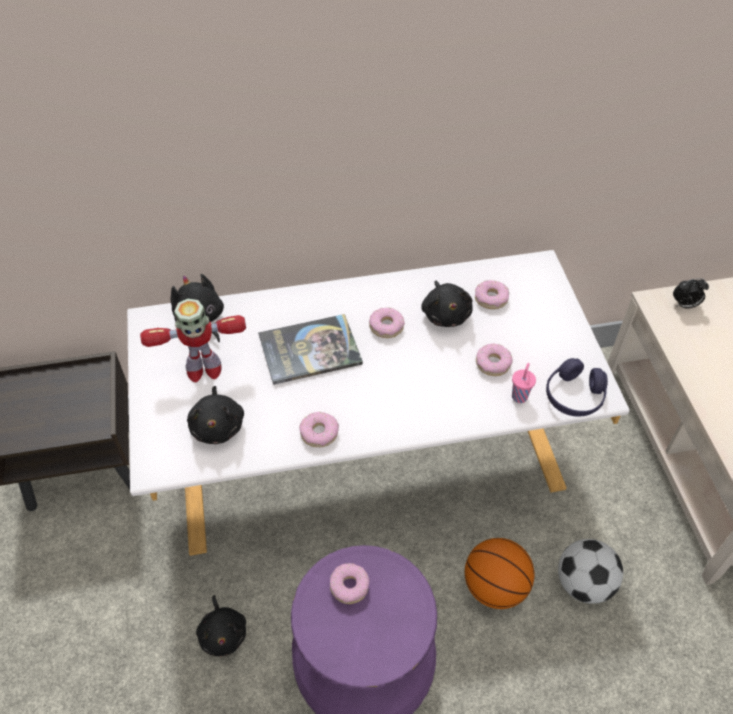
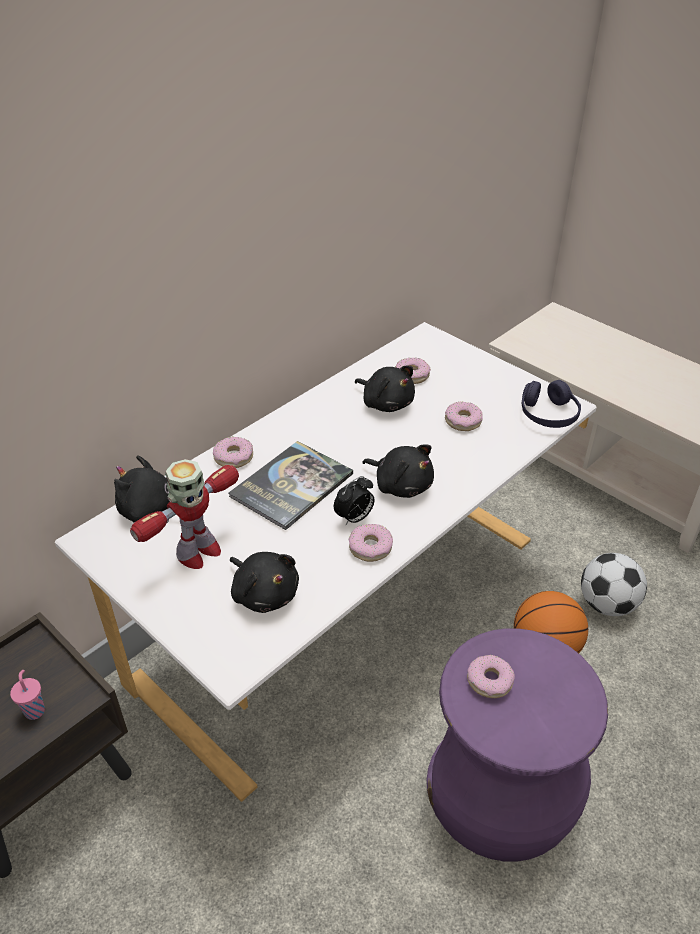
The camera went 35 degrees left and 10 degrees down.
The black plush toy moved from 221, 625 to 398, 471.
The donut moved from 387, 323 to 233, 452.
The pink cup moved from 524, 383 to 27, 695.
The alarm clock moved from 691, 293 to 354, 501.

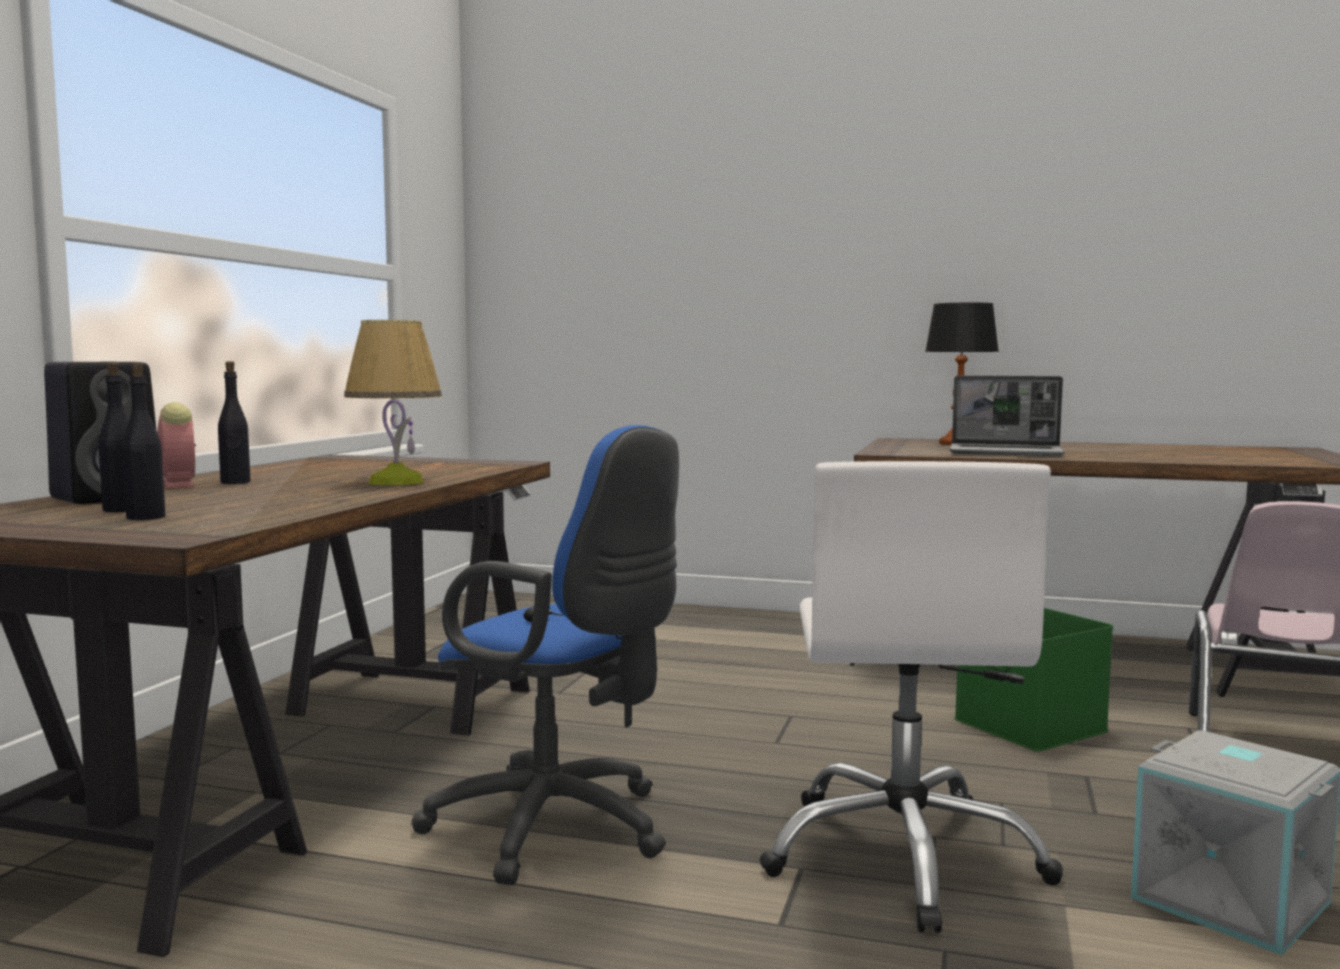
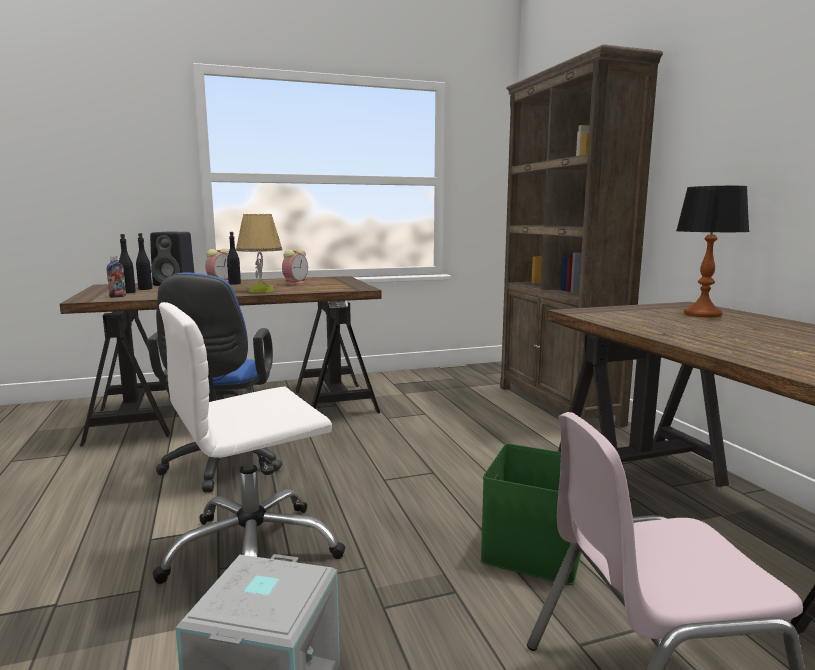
The camera went 55 degrees right and 5 degrees up.
The laptop at 1007, 416 disappeared.
The bottle at 116, 277 appeared.
The alarm clock at 295, 267 appeared.
The brown bookcase at 581, 236 appeared.

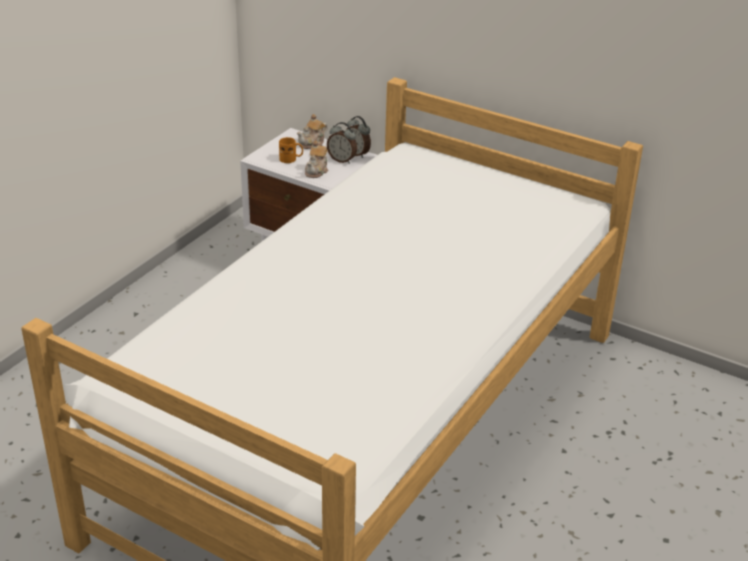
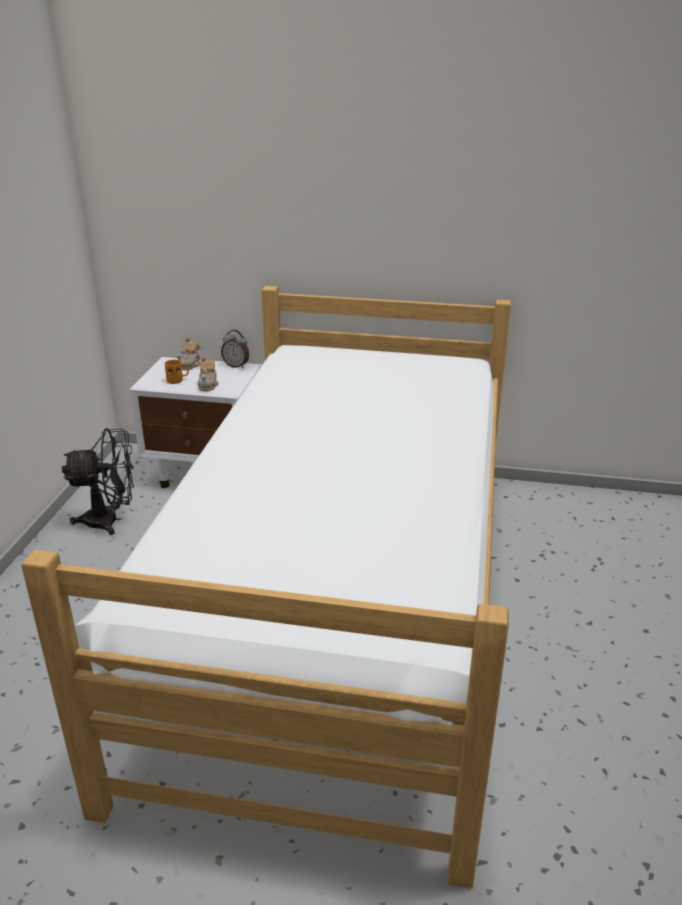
The camera went 20 degrees left and 5 degrees down.
The alarm clock at 342, 143 disappeared.
The black fan at 98, 481 appeared.

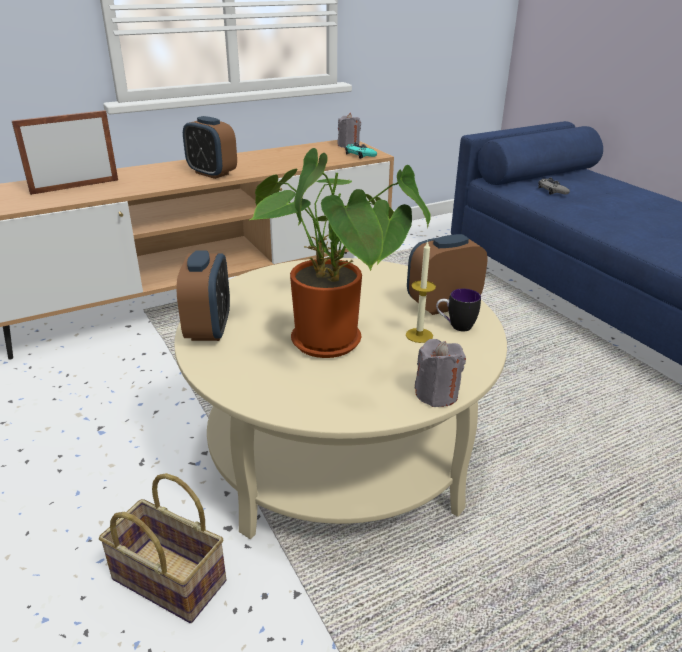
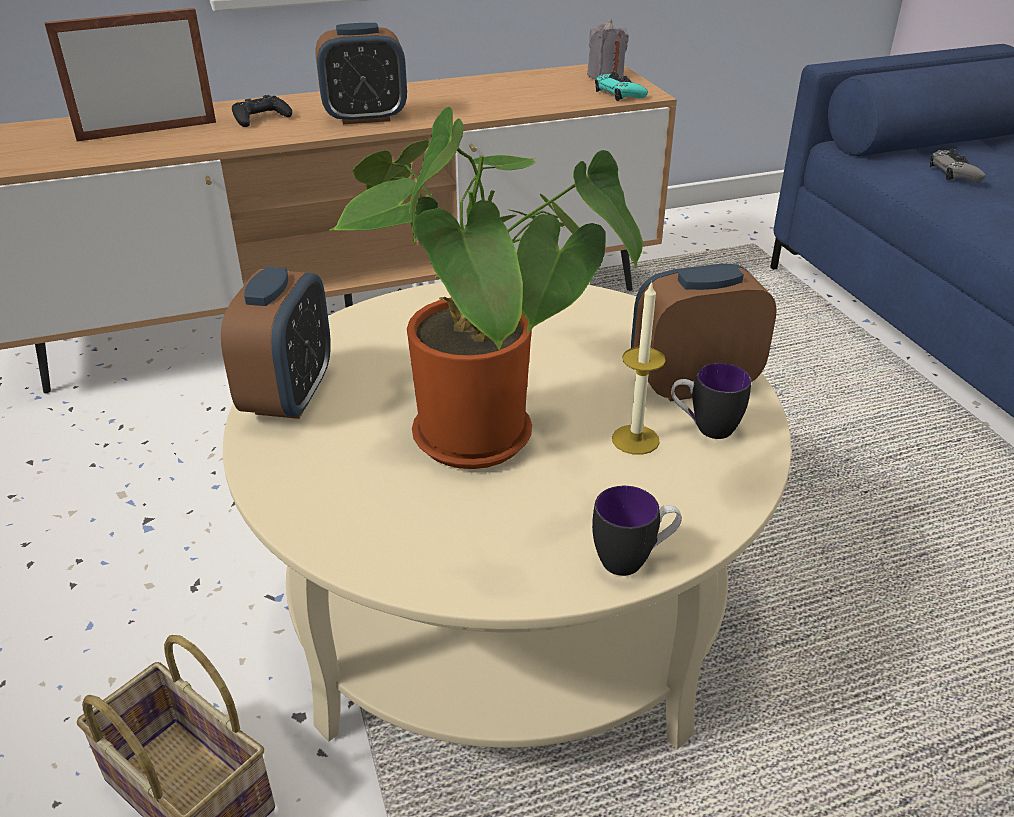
The camera went 10 degrees right and 5 degrees up.
The black game controller at 262, 111 appeared.
The grey candle at 440, 373 was replaced by the mug at 637, 531.
The alarm clock at 210, 147 turned 60 degrees counterclockwise.

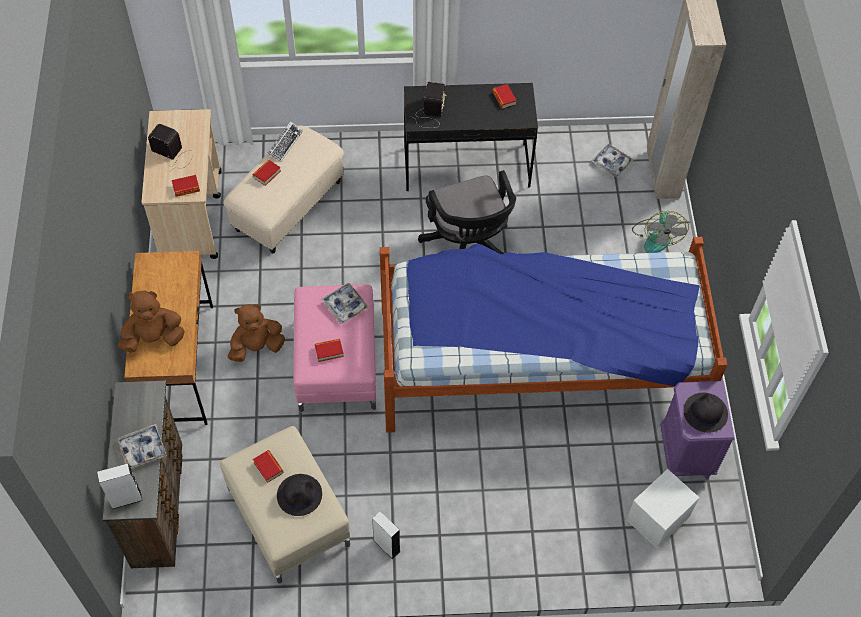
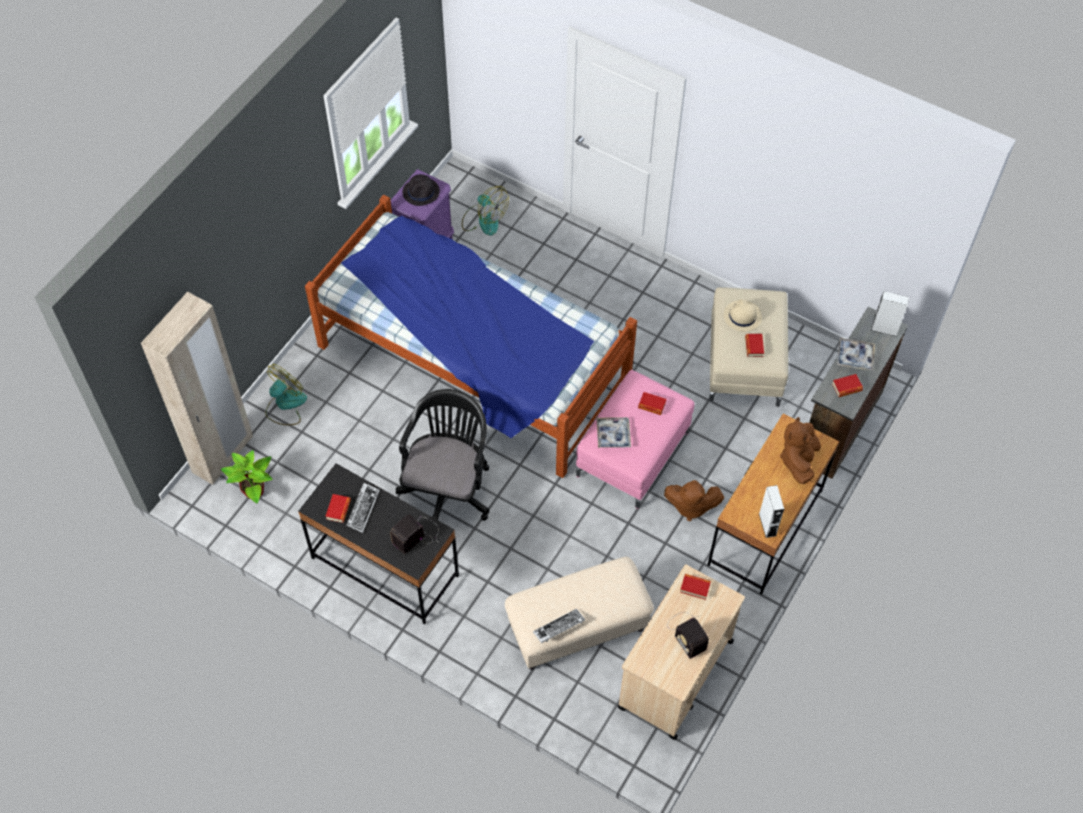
The camera went 145 degrees left and 0 degrees up.
The keyboard at 363, 508 appeared.
The book moved from 266, 173 to 847, 385.
The white speaker moved from 386, 535 to 771, 511.
The tray at 613, 160 was replaced by the potted plant at 247, 476.
The white storage box at 663, 508 was replaced by the fan at 485, 210.
The black hat at 299, 495 became the beige hat at 743, 315.
The brown plush toy at 151, 321 turned 90 degrees clockwise.

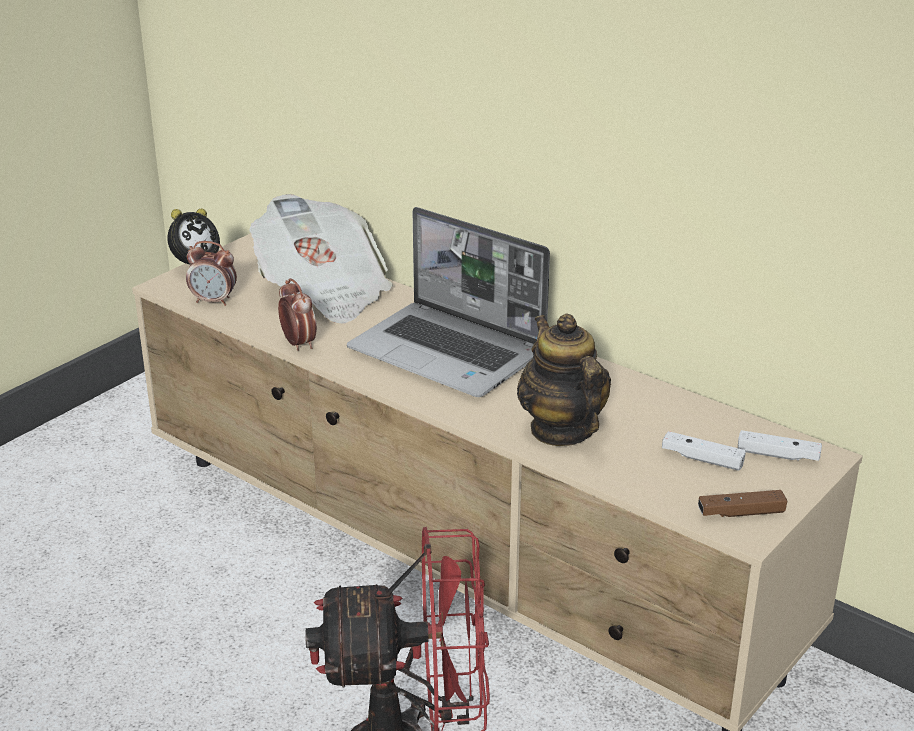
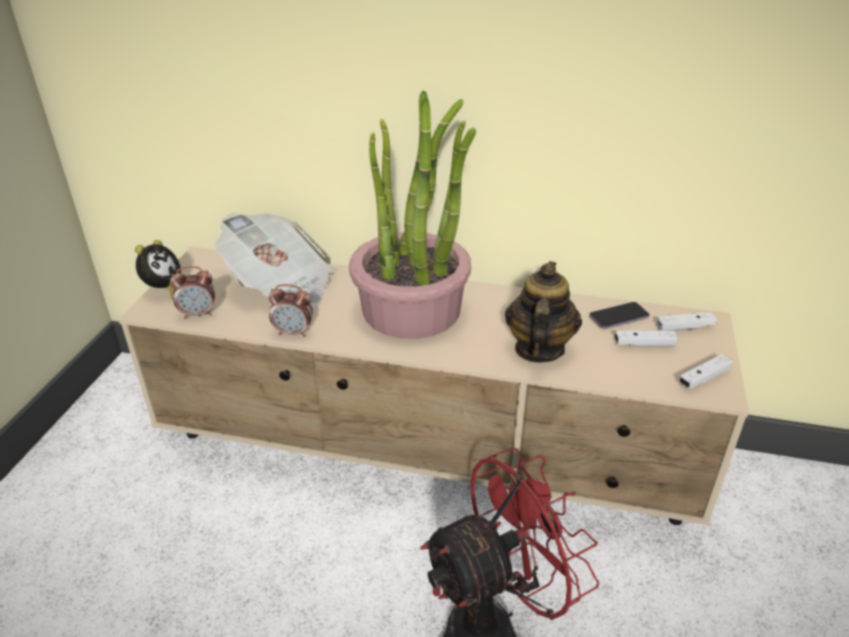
The camera went 25 degrees left and 5 degrees up.
The phone at 620, 315 appeared.
The laptop at 448, 302 was replaced by the potted plant at 412, 215.
The brown game controller at 742, 503 became the white game controller at 706, 371.
The alarm clock at 297, 314 turned 150 degrees clockwise.
The teapot at 564, 379 turned 60 degrees clockwise.

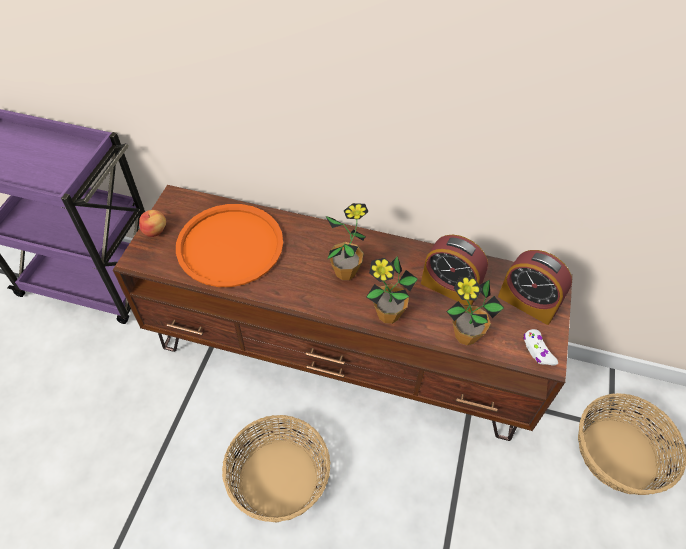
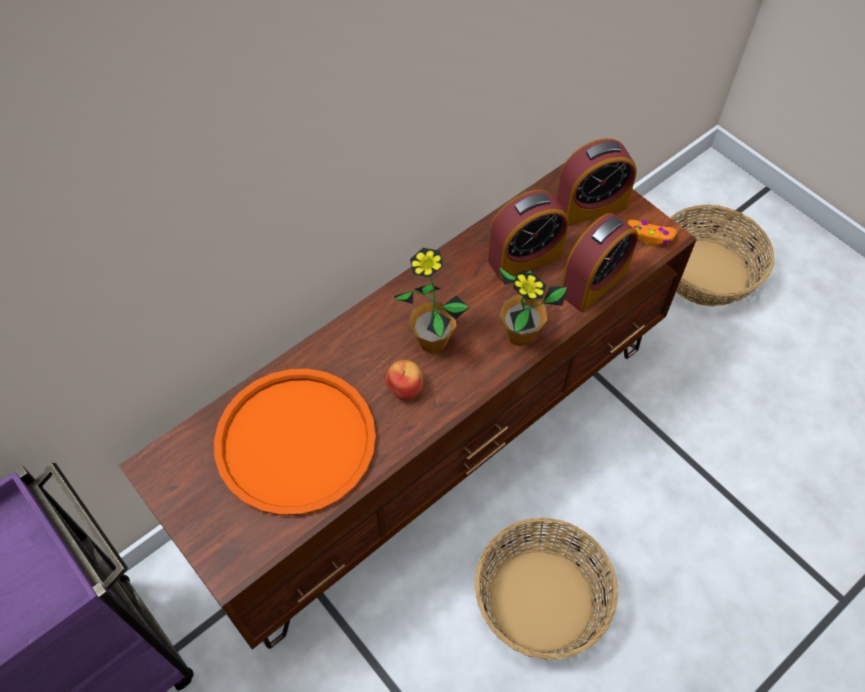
The camera went 55 degrees left and 5 degrees up.
The apple moved from 152, 223 to 404, 380.
The potted plant at 475, 311 was replaced by the alarm clock at 599, 262.
The white game controller at 540, 347 became the orange game controller at 652, 232.

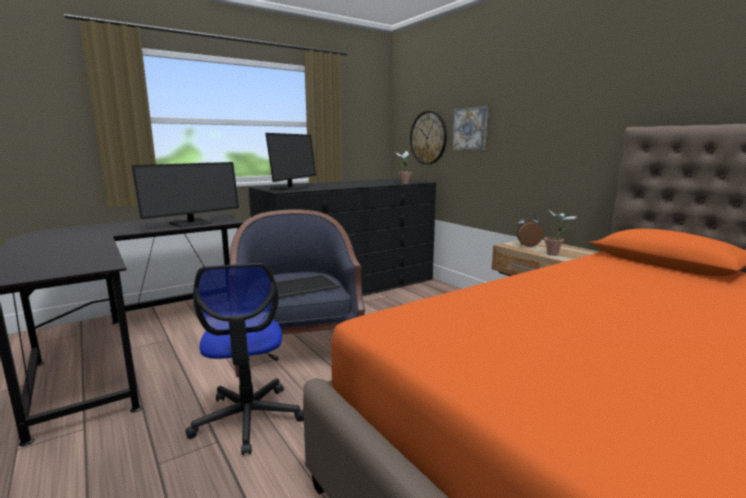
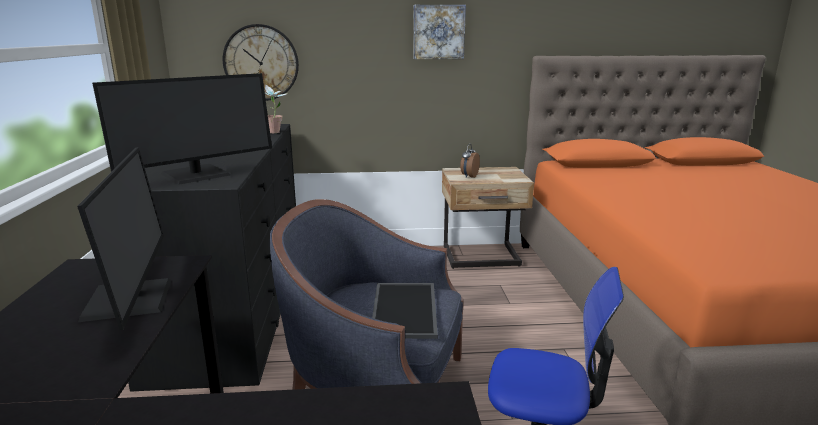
The camera went 60 degrees left and 5 degrees up.
The potted plant at 560, 232 disappeared.
The picture moved from 470, 128 to 439, 32.
The monitor at 290, 161 turned 90 degrees clockwise.

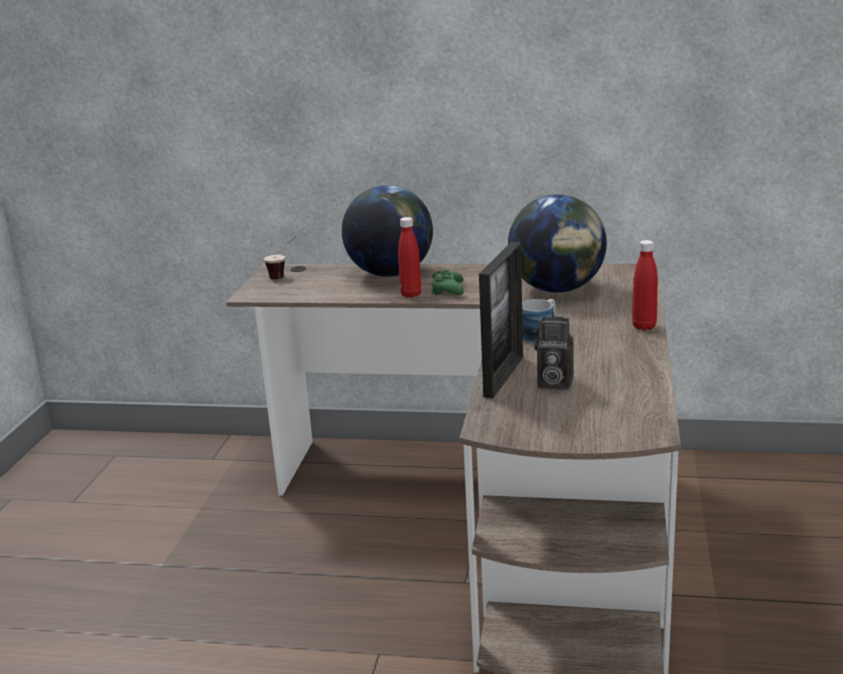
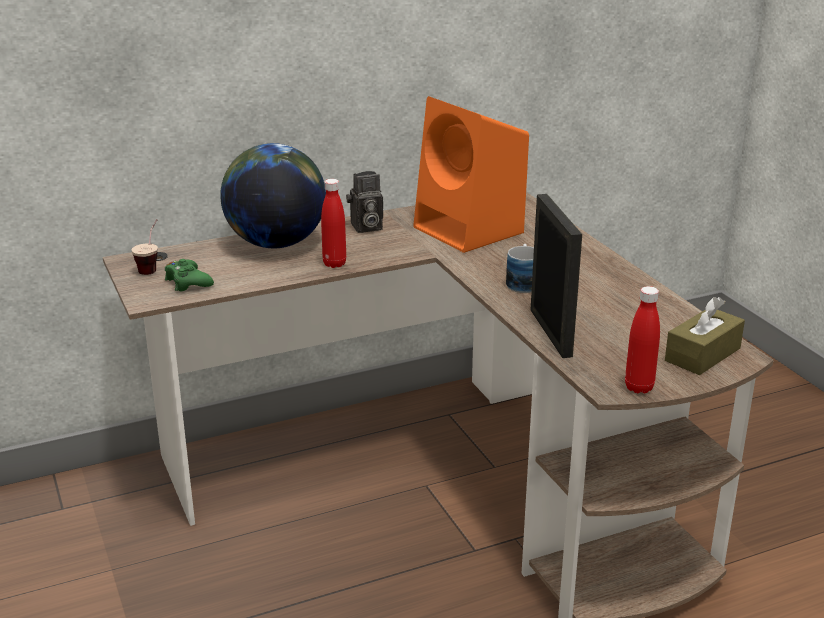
The camera went 35 degrees left and 5 degrees up.
The brown tissue box at 705, 336 appeared.
The green game controller moved from 448, 282 to 189, 275.
The photo camera moved from 554, 353 to 364, 202.
The red bottle moved from 645, 285 to 642, 339.
The globe at 557, 244 was replaced by the orange speaker at 471, 174.

